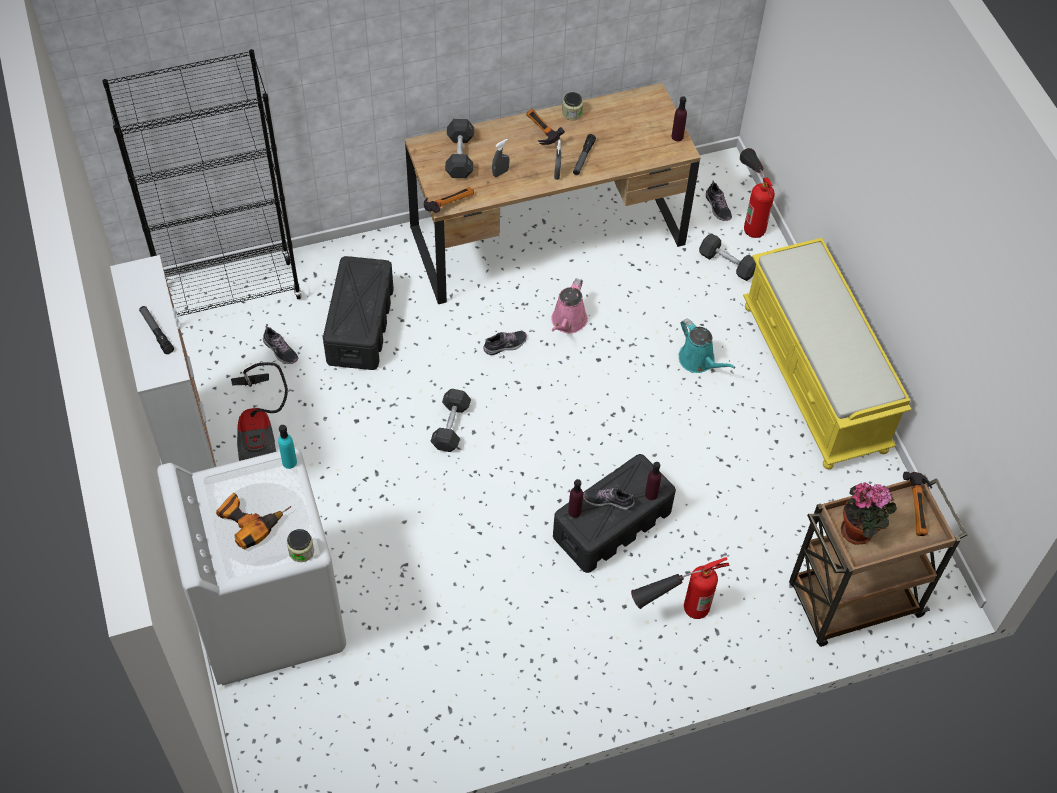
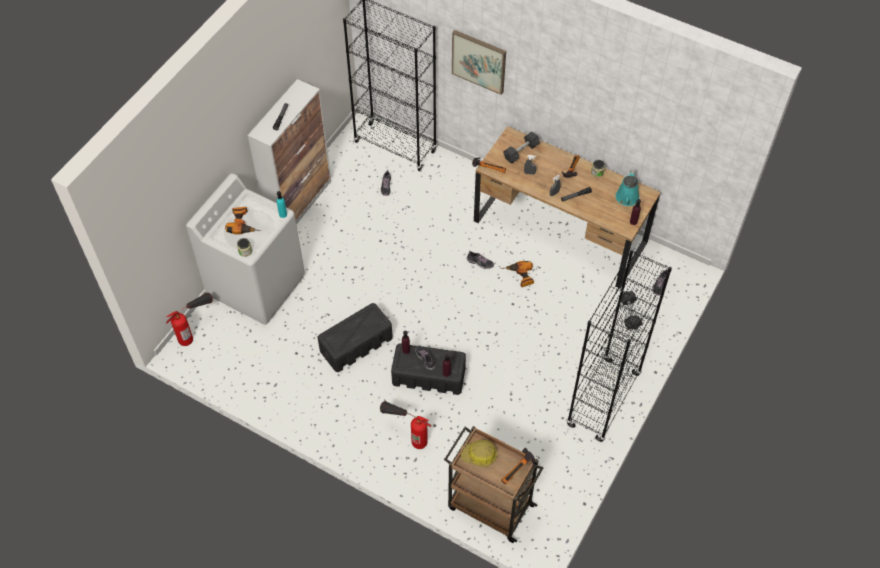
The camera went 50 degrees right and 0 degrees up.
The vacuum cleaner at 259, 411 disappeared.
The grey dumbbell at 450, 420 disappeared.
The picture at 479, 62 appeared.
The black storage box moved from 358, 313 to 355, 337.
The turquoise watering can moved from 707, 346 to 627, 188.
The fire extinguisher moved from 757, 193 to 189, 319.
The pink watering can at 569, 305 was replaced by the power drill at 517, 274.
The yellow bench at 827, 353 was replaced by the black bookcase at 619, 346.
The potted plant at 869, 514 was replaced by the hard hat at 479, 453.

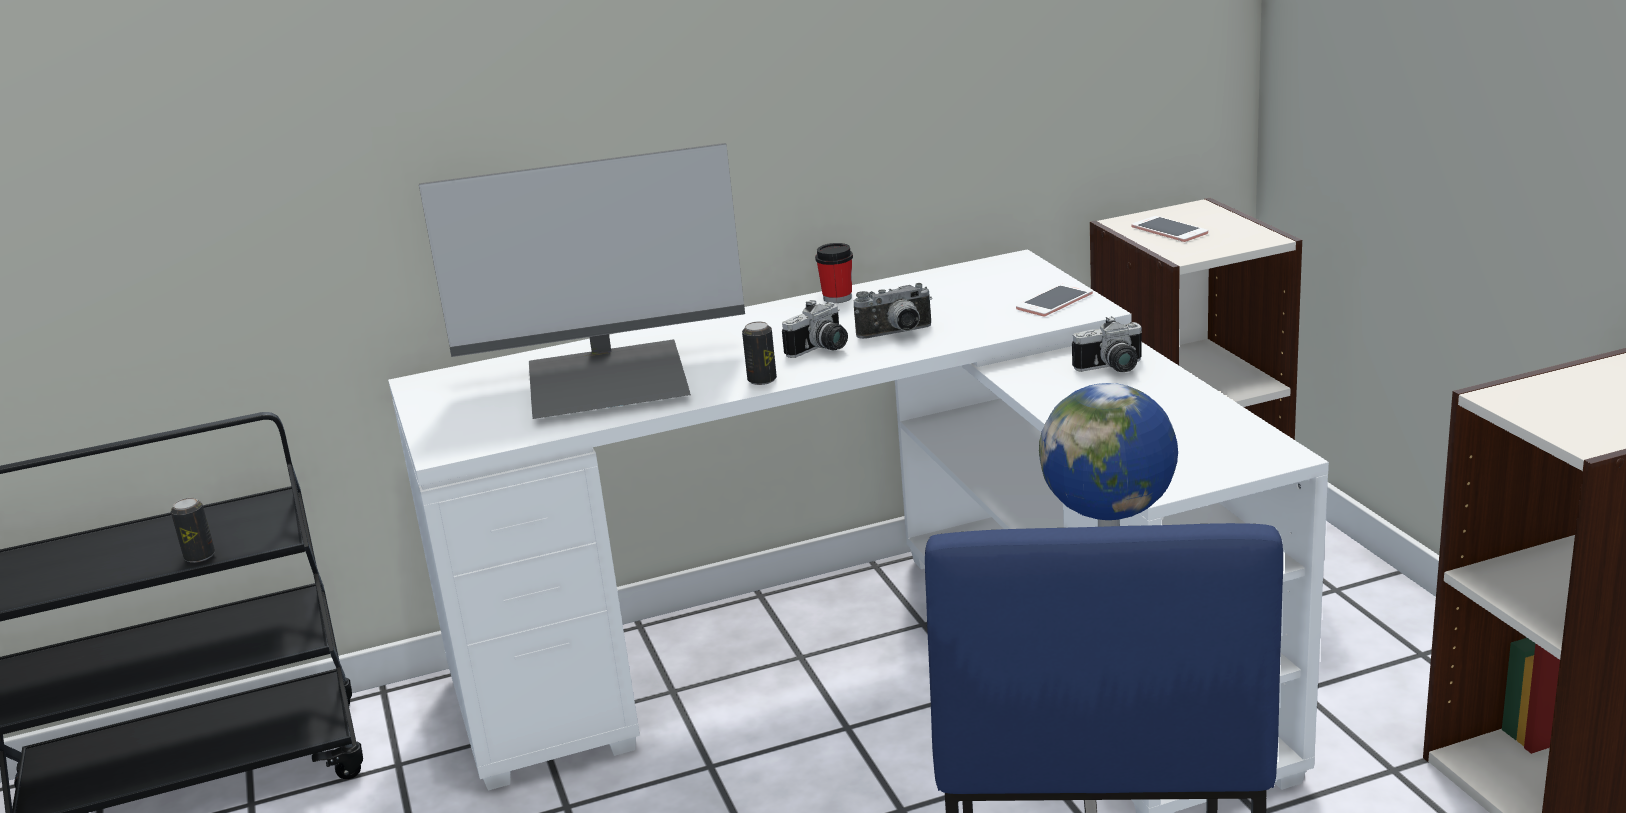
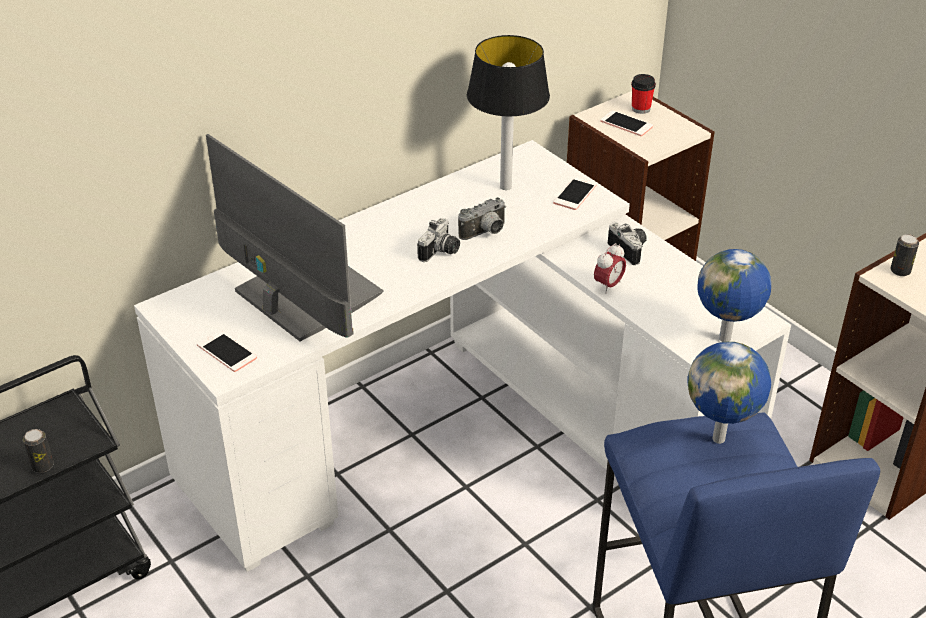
The camera went 20 degrees left and 15 degrees up.
The phone at 227, 351 appeared.
The table lamp at 508, 112 appeared.
The alarm clock at 610, 268 appeared.
The globe at 734, 295 appeared.
The can moved from 759, 353 to 904, 255.
The cup moved from 834, 273 to 643, 94.
The monitor at 582, 281 turned 105 degrees counterclockwise.
The photo camera at 1107, 344 turned 90 degrees counterclockwise.

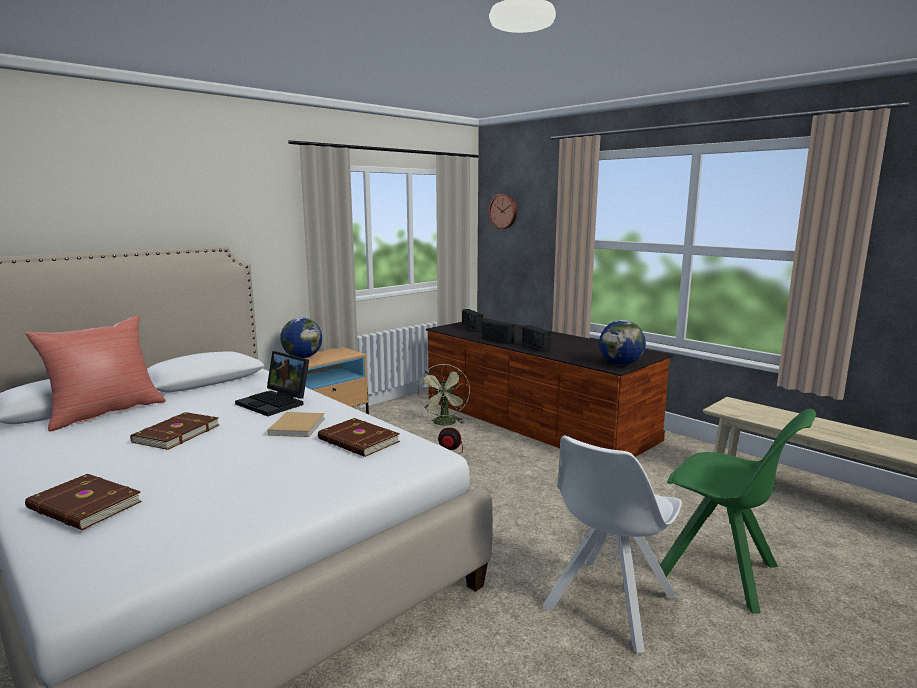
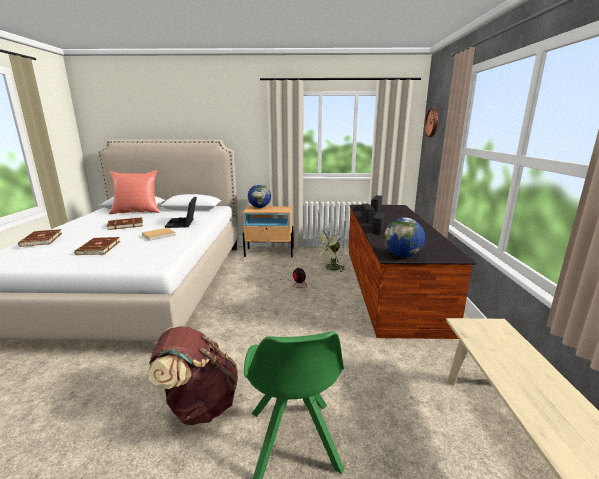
The camera went 45 degrees right and 5 degrees up.
The brown book moved from 359, 437 to 97, 246.
The white chair at 612, 544 was replaced by the brown backpack at 193, 375.

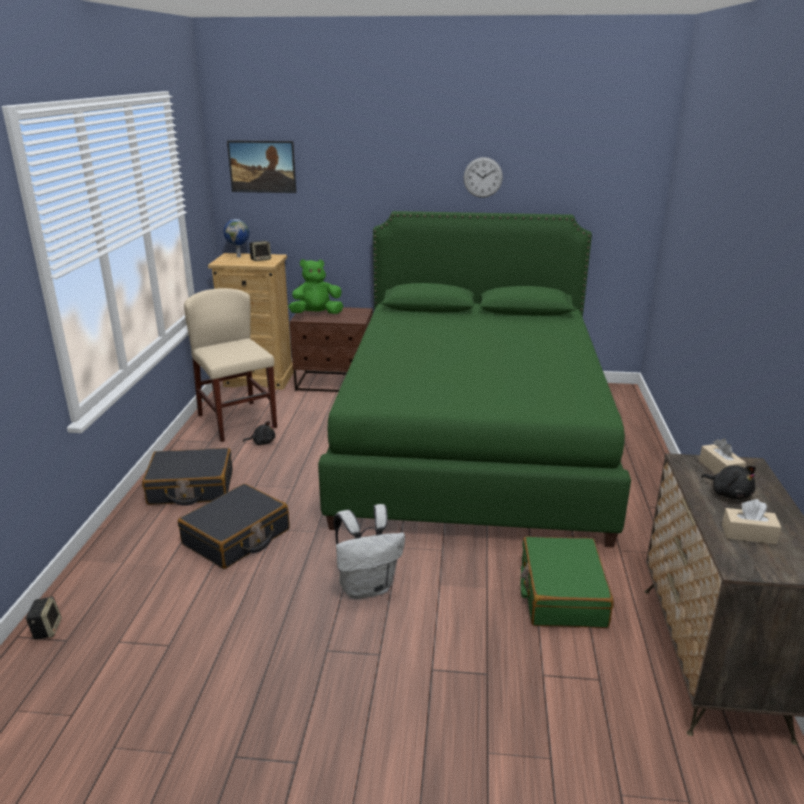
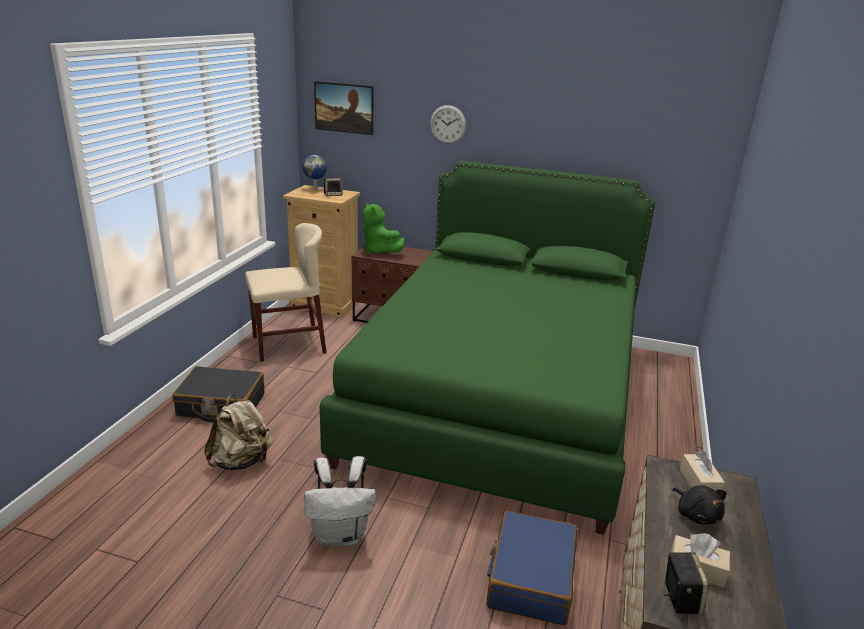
The camera went 10 degrees right and 0 degrees up.
The black plush toy at 259, 433 disappeared.
The speaker moved from 43, 618 to 686, 583.
The wall clock moved from 483, 177 to 448, 124.
The black suitcase at 233, 526 was replaced by the beige backpack at 238, 432.
The green suitcase at 567, 582 became the blue suitcase at 532, 568.
The beige chair at 230, 365 turned 90 degrees clockwise.
The green plush toy at 316, 286 turned 120 degrees counterclockwise.

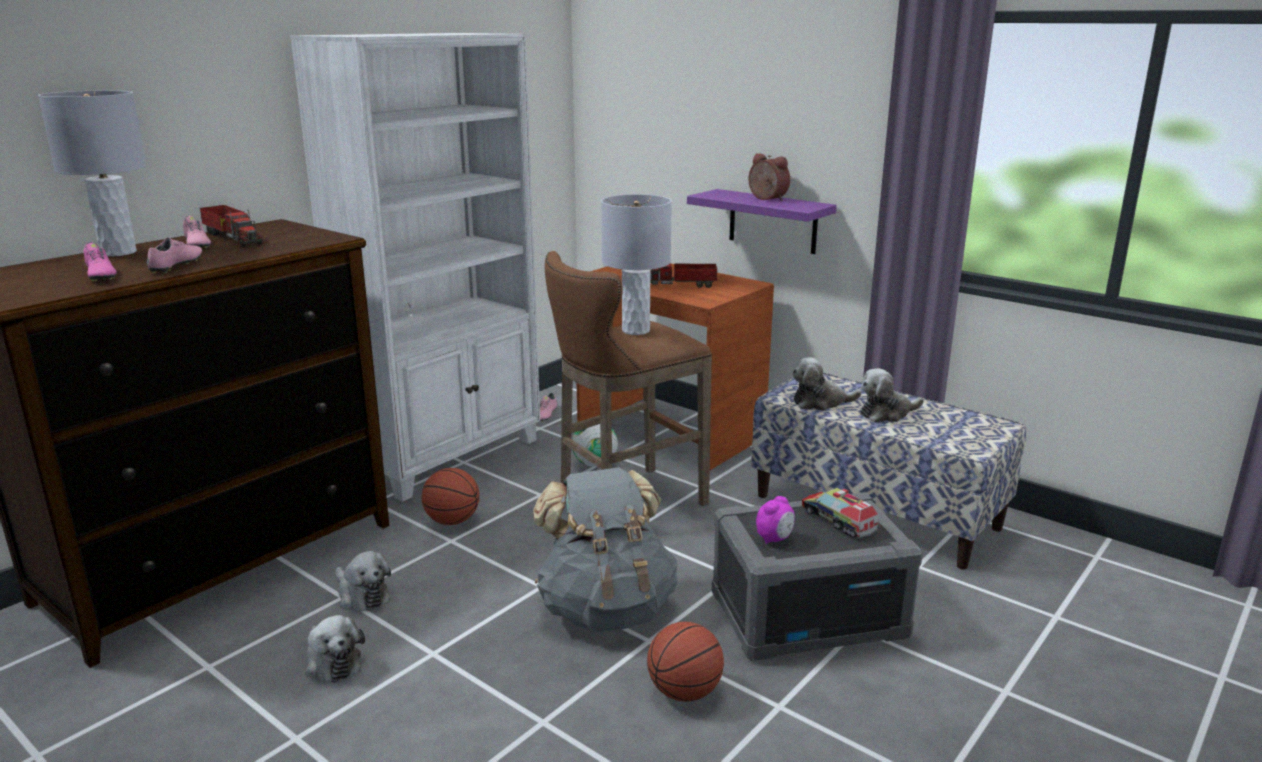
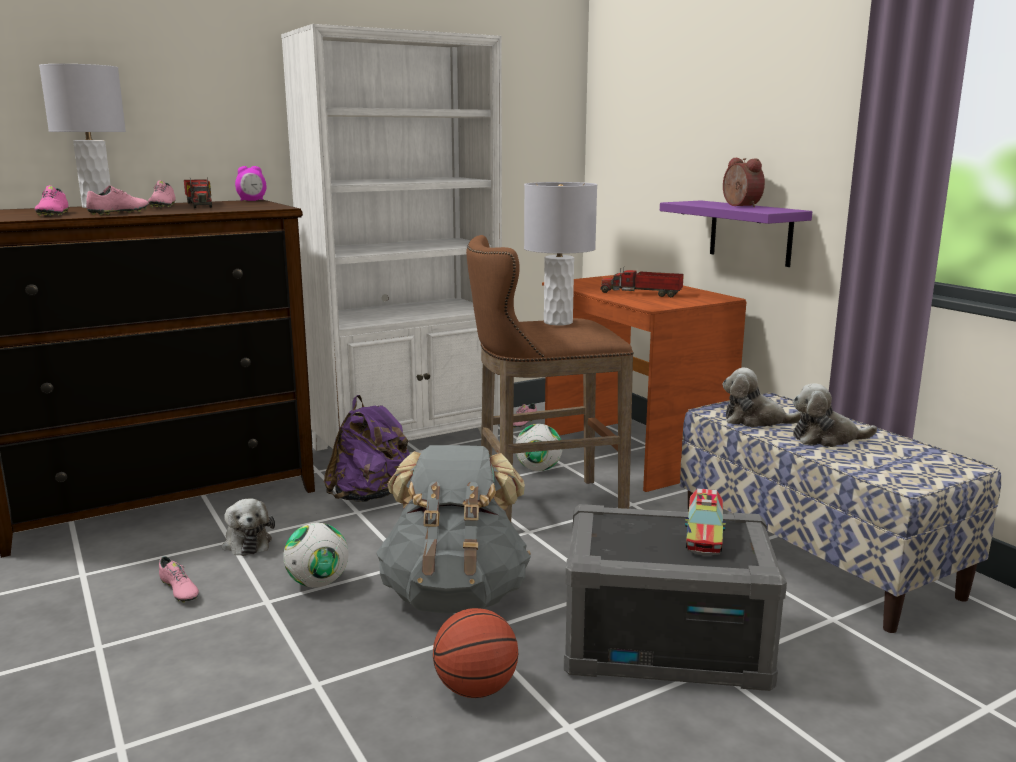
The camera went 20 degrees right and 5 degrees down.
The football at 315, 555 appeared.
The alarm clock moved from 775, 520 to 251, 183.
The plush toy at 335, 649 was replaced by the pink shoe at 179, 579.
The basketball at 450, 496 was replaced by the purple backpack at 367, 448.
The toy truck at 840, 513 turned 150 degrees counterclockwise.

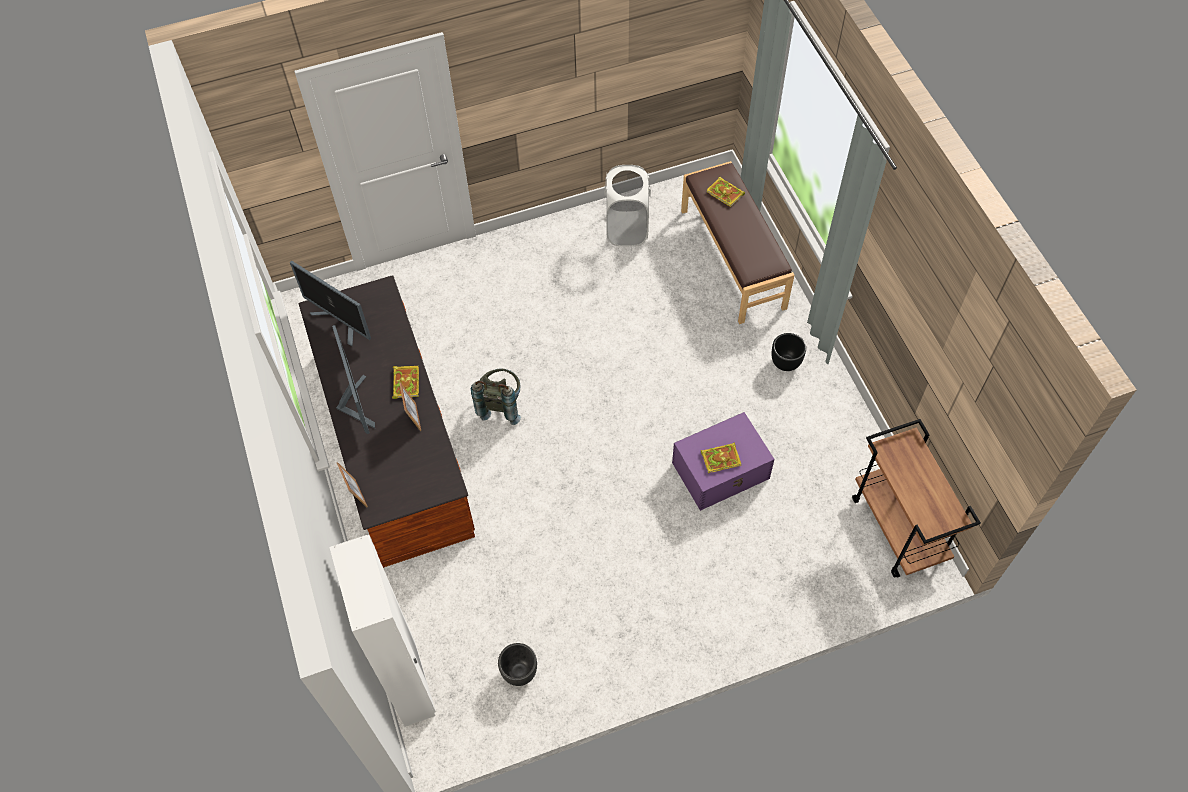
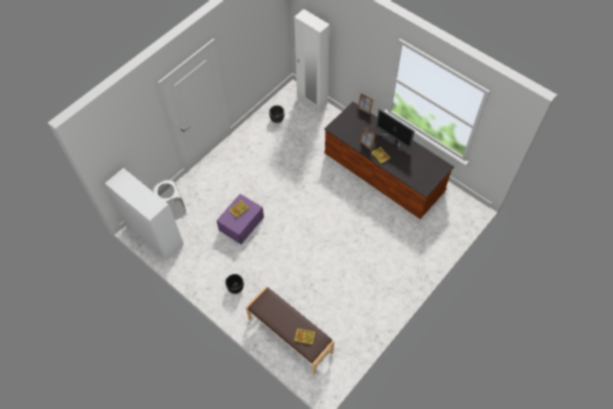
The camera went 150 degrees right and 0 degrees up.
The monitor at 330, 303 disappeared.
The grey backpack at 496, 397 disappeared.
The white laundry basket moved from 627, 205 to 169, 199.
The brown cart at 916, 498 was replaced by the white cabinet at 144, 214.

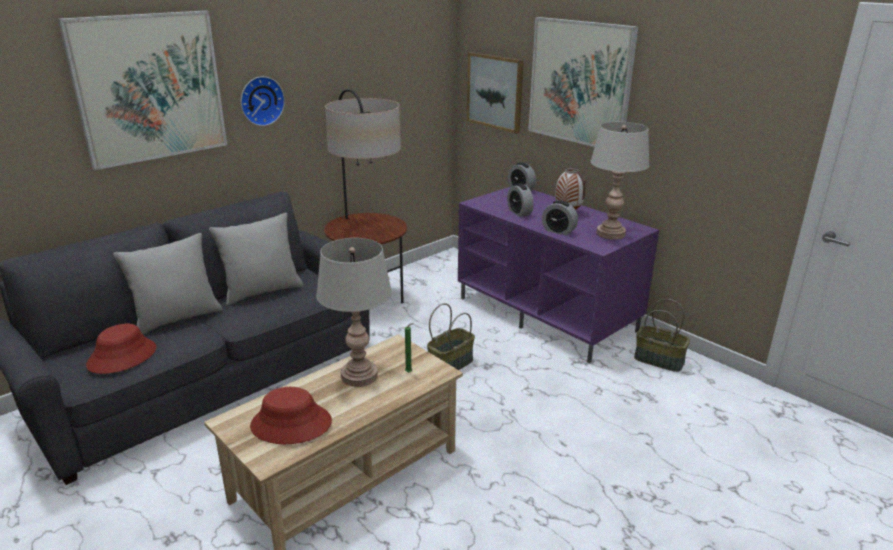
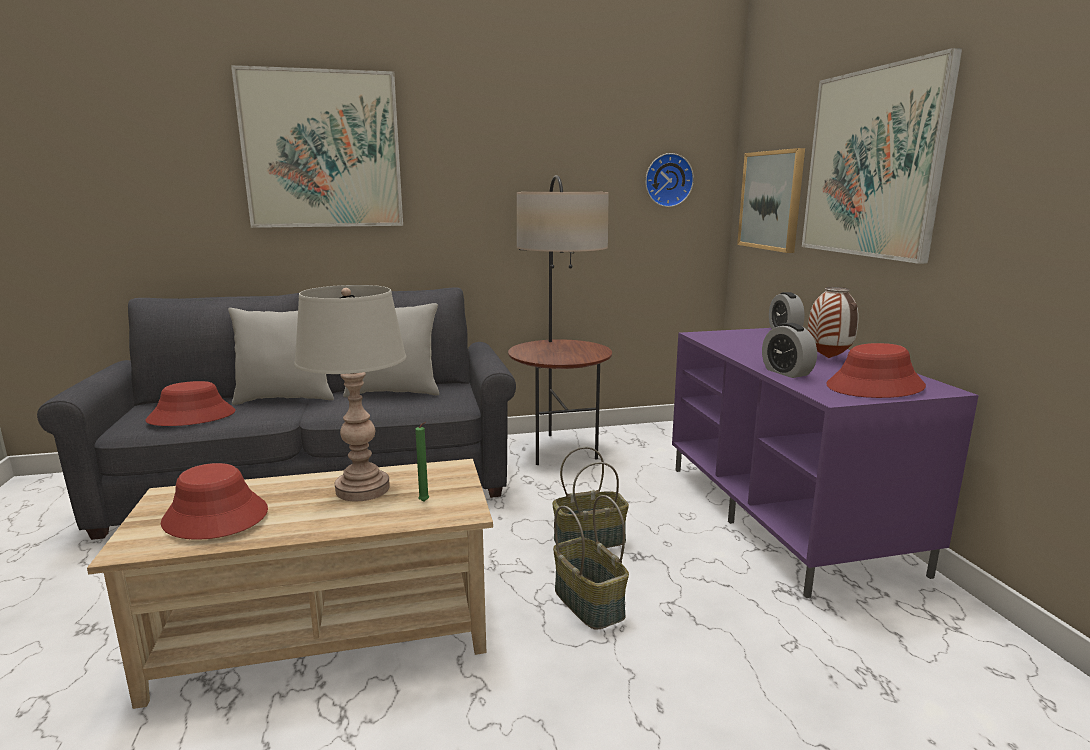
The camera went 30 degrees right and 10 degrees down.
The alarm clock at 520, 200 disappeared.
The wall clock moved from 263, 101 to 669, 180.
The basket moved from 662, 335 to 591, 562.
The grey table lamp at 620, 181 was replaced by the red hat at 876, 370.

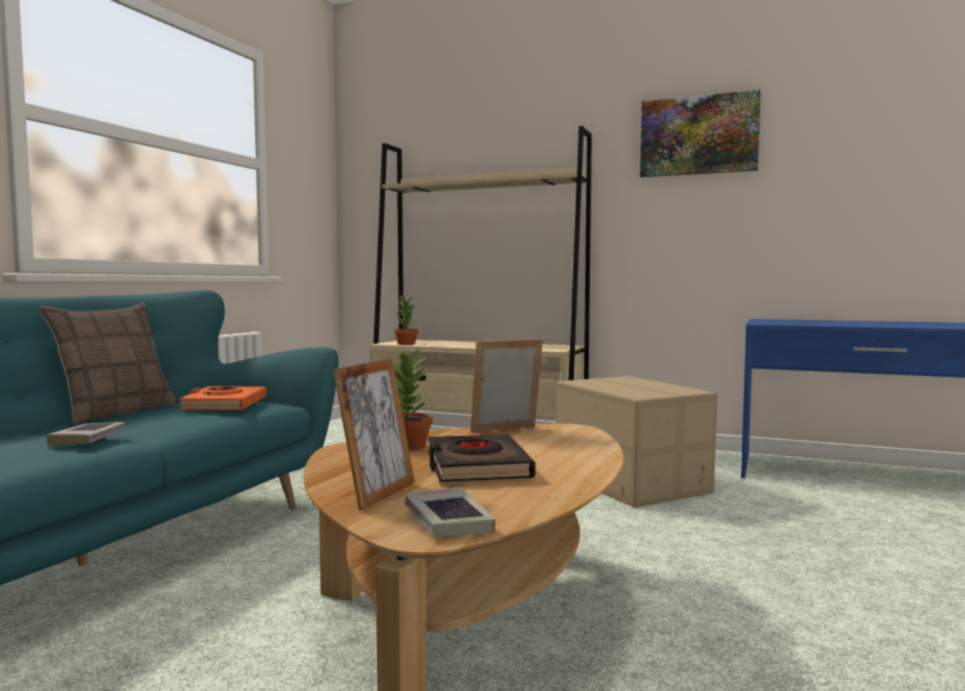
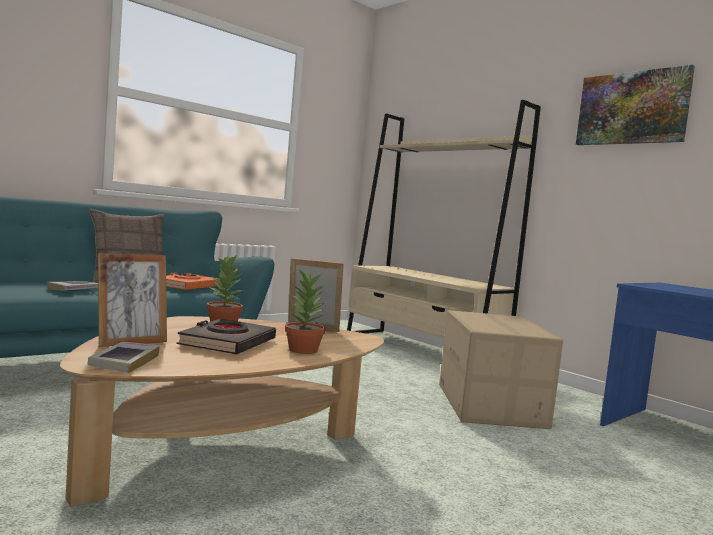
The camera went 25 degrees right and 0 degrees up.
The potted plant moved from 406, 320 to 305, 312.

